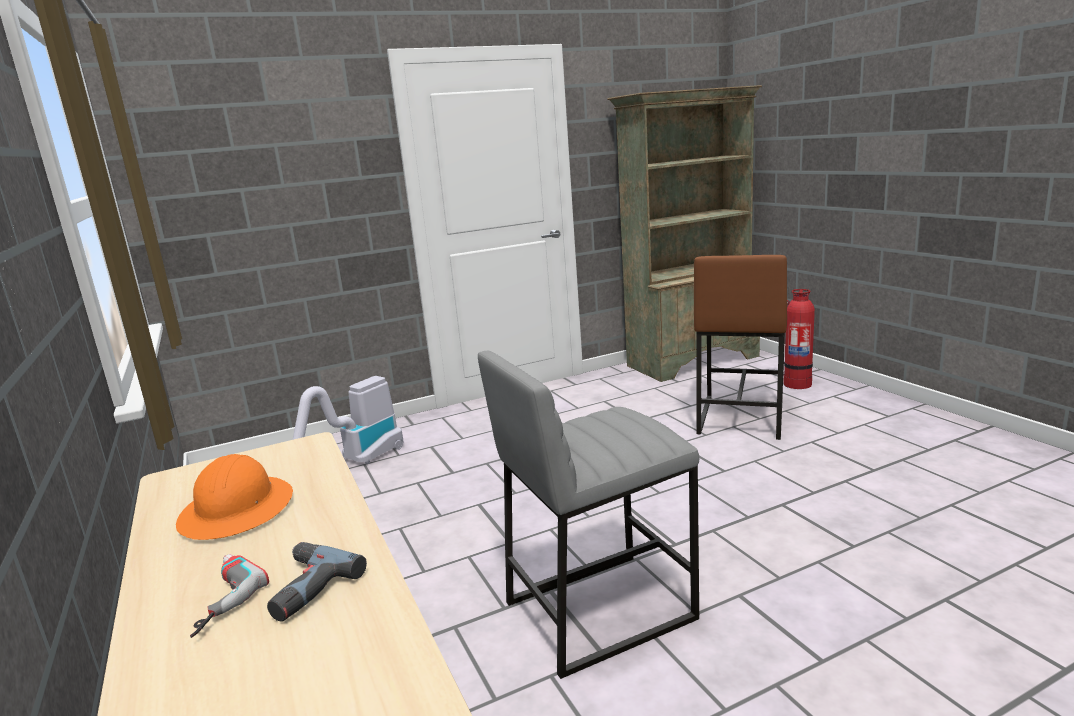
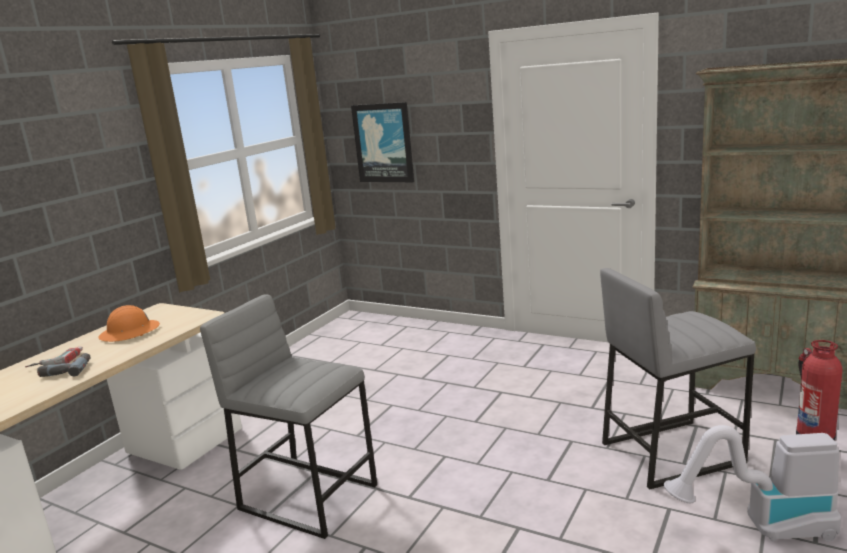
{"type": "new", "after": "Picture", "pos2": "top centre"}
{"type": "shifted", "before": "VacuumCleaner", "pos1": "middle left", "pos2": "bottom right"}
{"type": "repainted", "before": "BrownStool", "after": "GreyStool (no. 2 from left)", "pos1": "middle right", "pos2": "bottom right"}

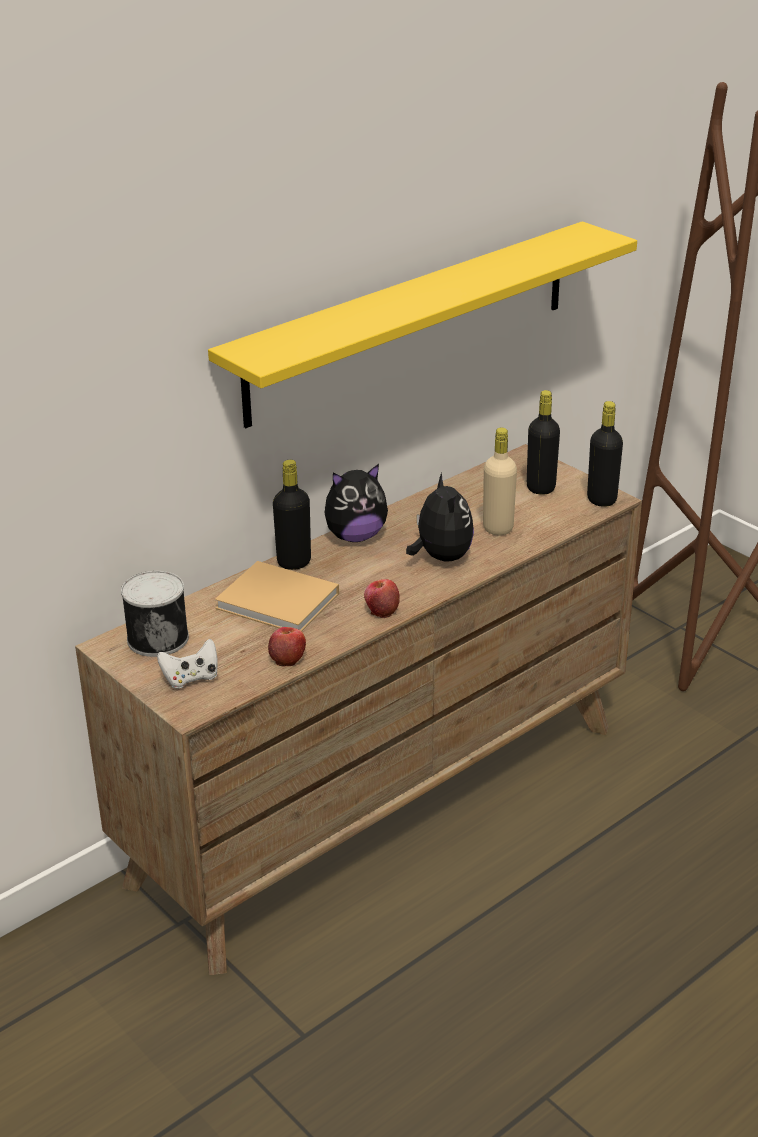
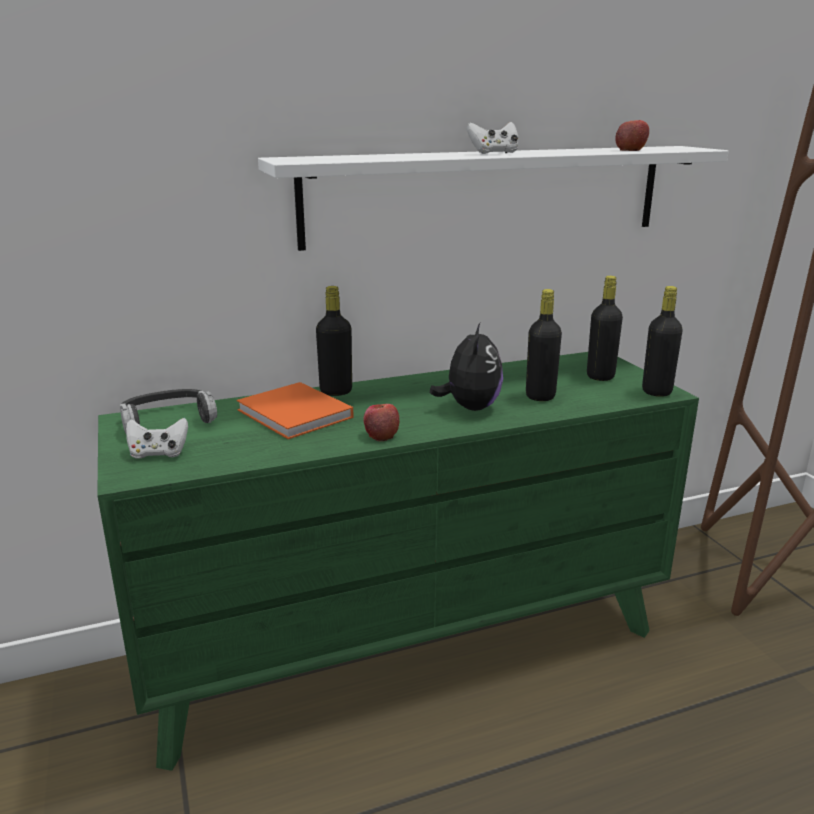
{"type": "gone", "before": "PlushToy (no. 1 from left)", "pos1": "centre"}
{"type": "new", "after": "WhiteGameController (no. 2 from left)", "pos2": "top centre"}
{"type": "shifted", "before": "Apple (no. 1 from left in the first image)", "after": "Apple (no. 2 from left)", "pos1": "centre", "pos2": "top right"}
{"type": "swapped", "before": "Can", "after": "Headphones", "pos1": "middle left", "pos2": "middle left"}
{"type": "repainted", "before": "BrownDresser", "after": "GreenDresser", "pos1": "centre", "pos2": "bottom centre"}
{"type": "repainted", "before": "YellowShelf", "after": "WhiteShelf", "pos1": "top centre", "pos2": "top centre"}
{"type": "repainted", "before": "BeigeBook", "after": "OrangeBook", "pos1": "centre", "pos2": "centre"}
{"type": "repainted", "before": "BeigeBottle", "after": "BlackBottle (no. 2 from left)", "pos1": "centre", "pos2": "middle right"}

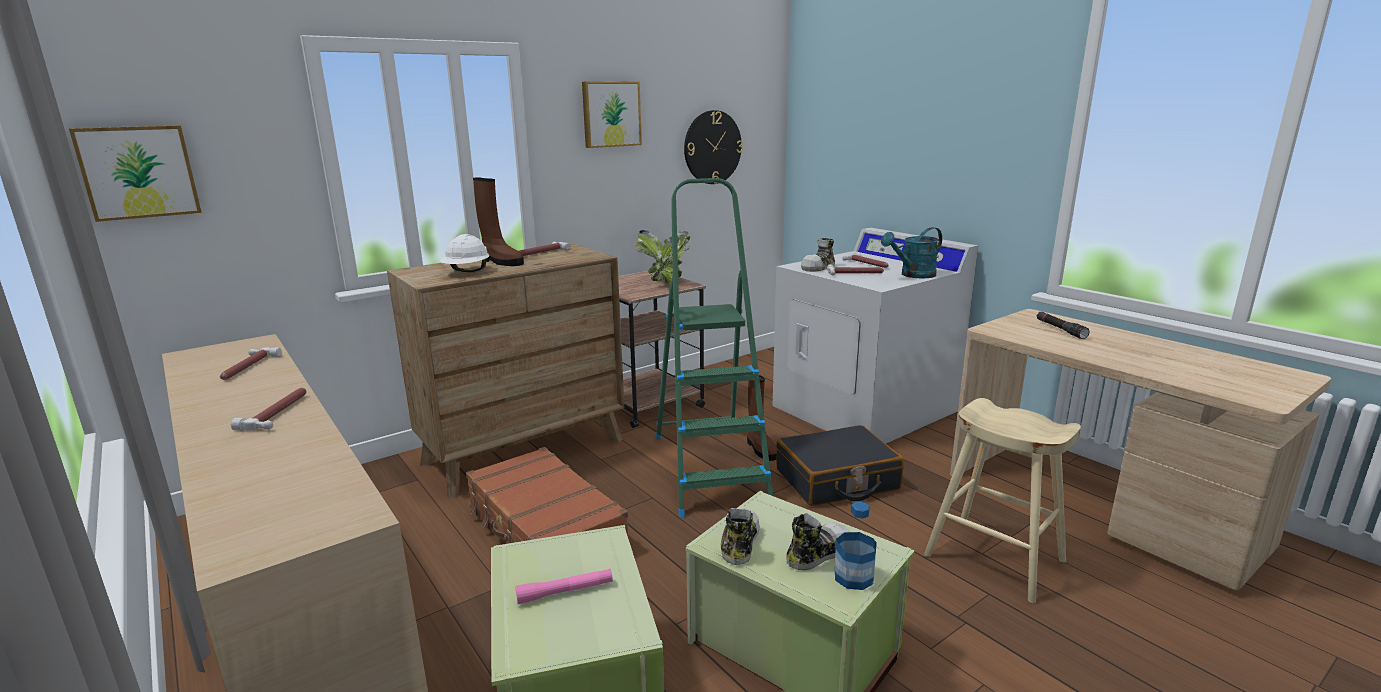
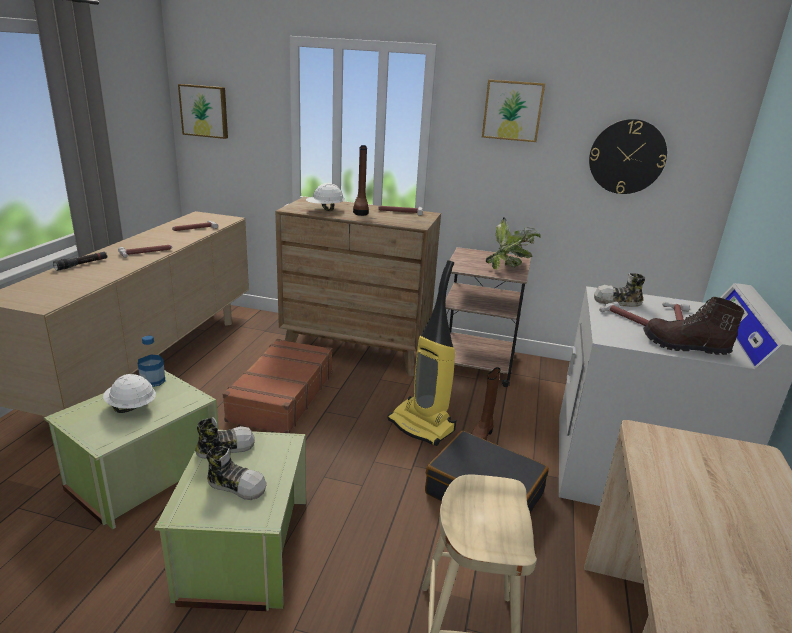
{"type": "shifted", "before": "Bottle", "pos1": "bottom centre", "pos2": "middle left"}
{"type": "shifted", "before": "BlackFlashlight", "pos1": "middle right", "pos2": "middle left"}
{"type": "swapped", "before": "PinkFlashlight", "after": "WhiteHardHat (no. 1 from left)", "pos1": "bottom centre", "pos2": "middle left"}
{"type": "swapped", "before": "GreenStepLadder", "after": "VacuumCleaner", "pos1": "centre", "pos2": "centre"}
{"type": "swapped", "before": "TurquoiseWateringCan", "after": "BrownBoot (no. 3 from left)", "pos1": "centre", "pos2": "middle right"}

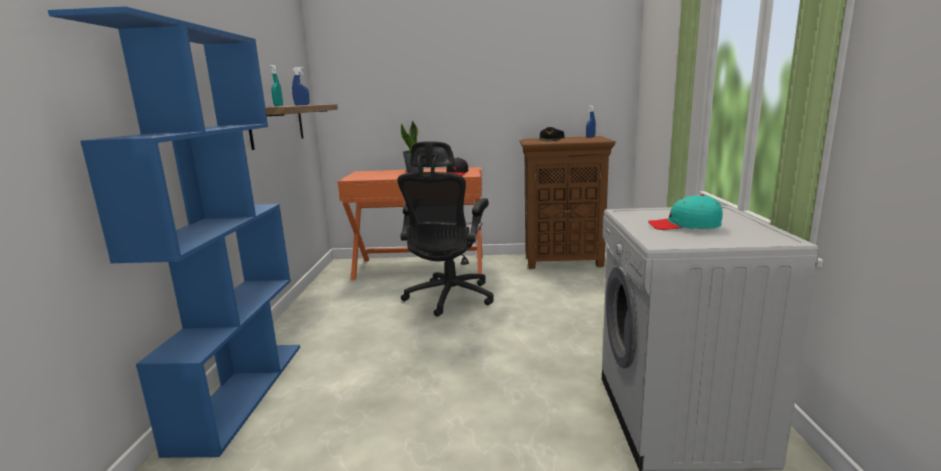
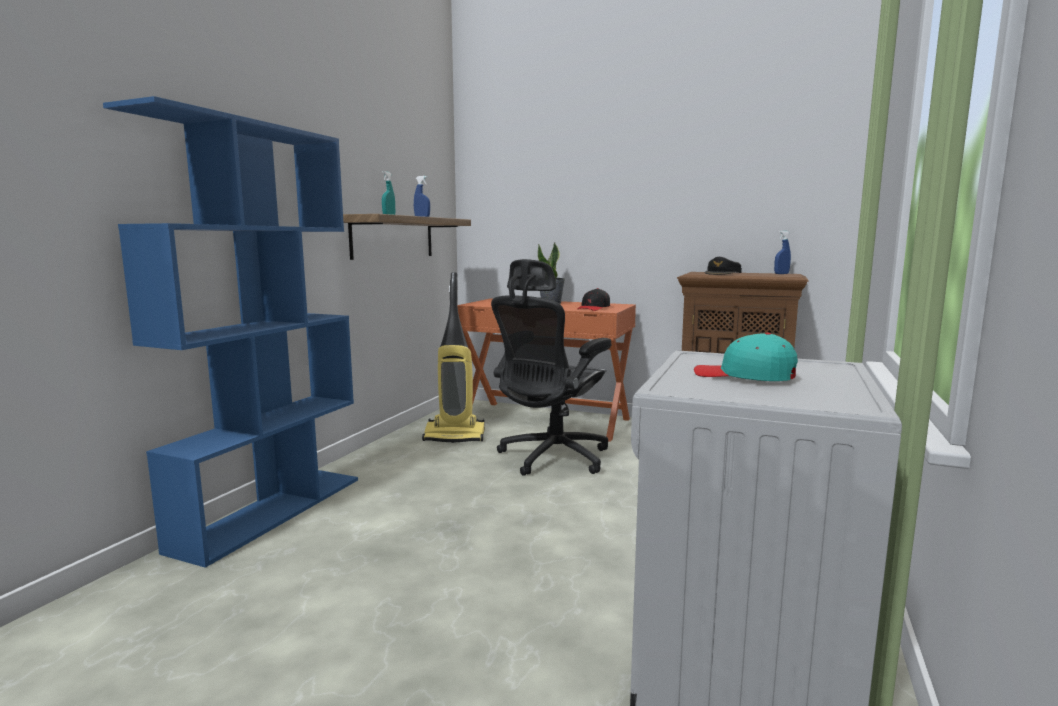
{"type": "new", "after": "VacuumCleaner", "pos2": "centre"}

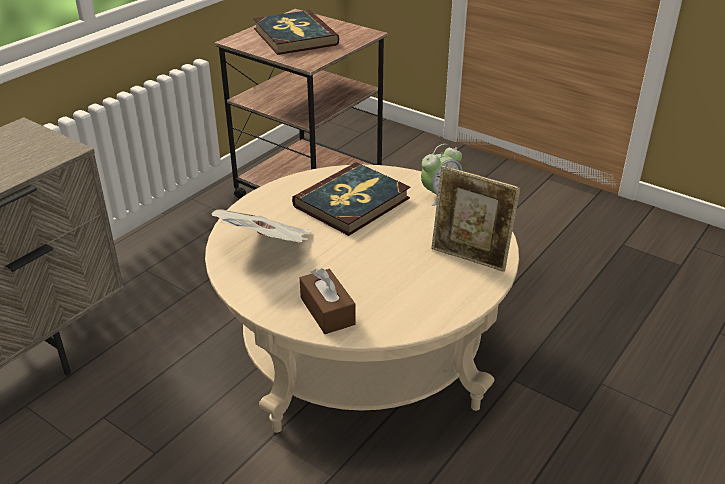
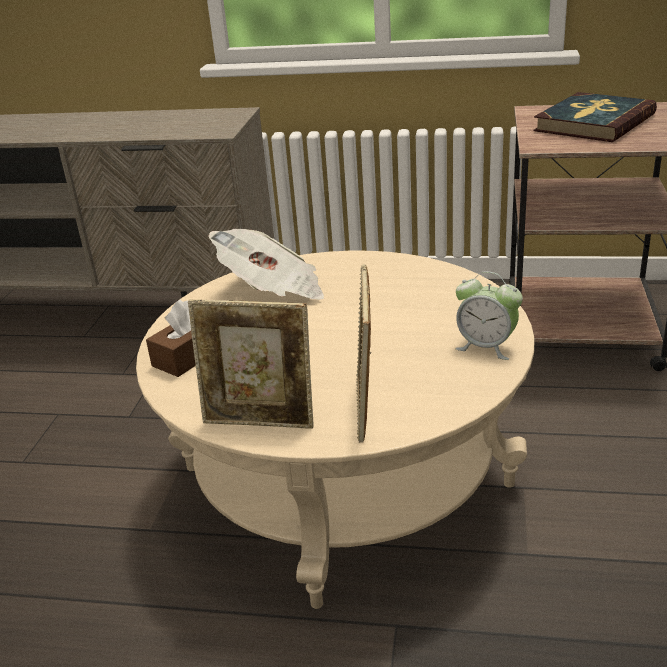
{"type": "gone", "before": "Book (no. 2 from left)", "pos1": "centre"}
{"type": "new", "after": "PictureFrame (no. 1 from left)", "pos2": "centre"}

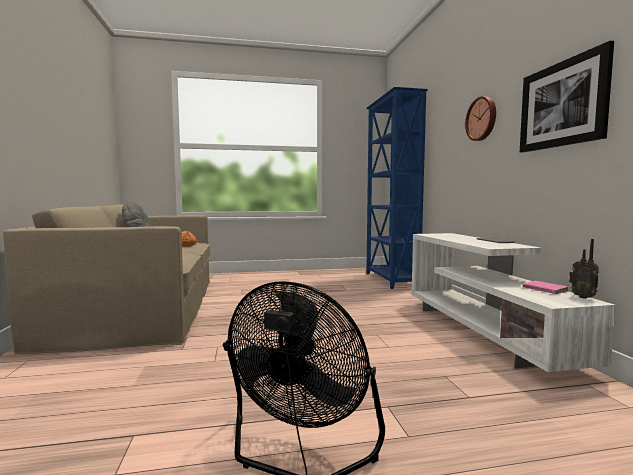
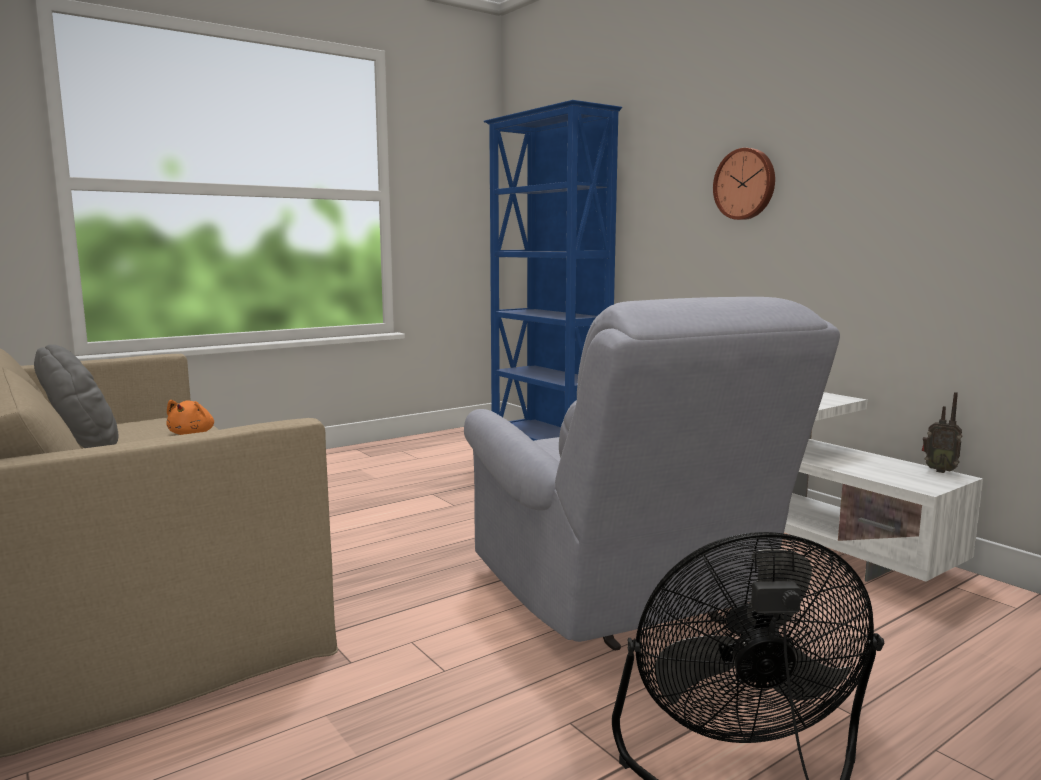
{"type": "gone", "before": "Picture", "pos1": "top right"}
{"type": "gone", "before": "PinkBook", "pos1": "middle right"}
{"type": "new", "after": "GreyArmchair", "pos2": "centre"}

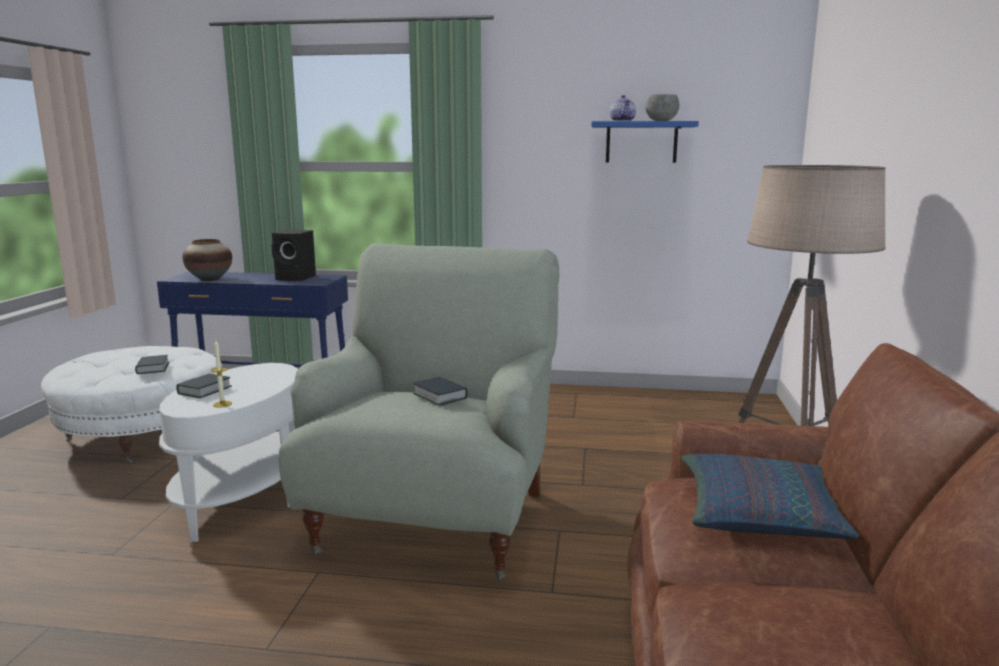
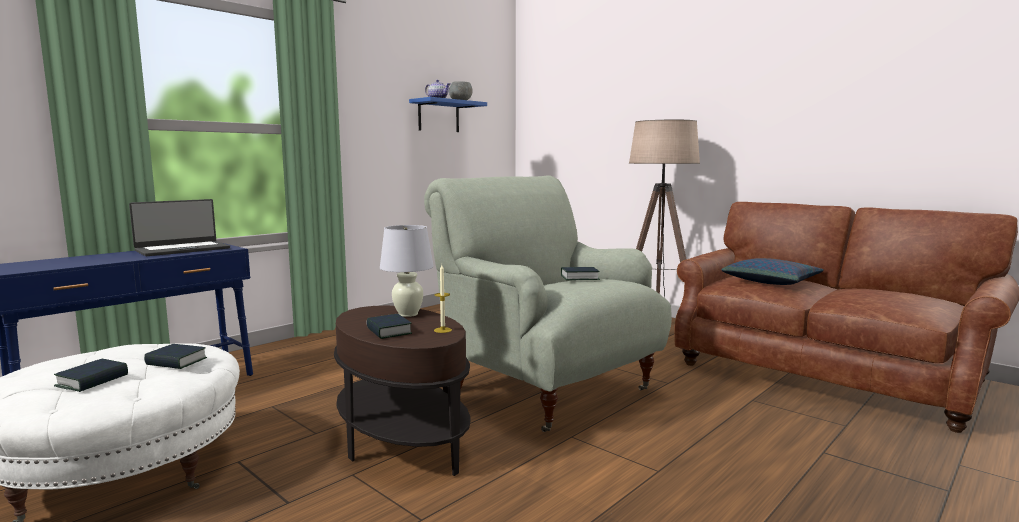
{"type": "gone", "before": "Vase", "pos1": "middle left"}
{"type": "new", "after": "Book (no. 1 from left)", "pos2": "bottom left"}
{"type": "new", "after": "WhiteTableLamp", "pos2": "centre"}
{"type": "swapped", "before": "BlackSpeaker", "after": "Laptop", "pos1": "middle left", "pos2": "middle left"}
{"type": "repainted", "before": "WhiteSideTable", "after": "BrownSideTable", "pos1": "bottom left", "pos2": "bottom centre"}

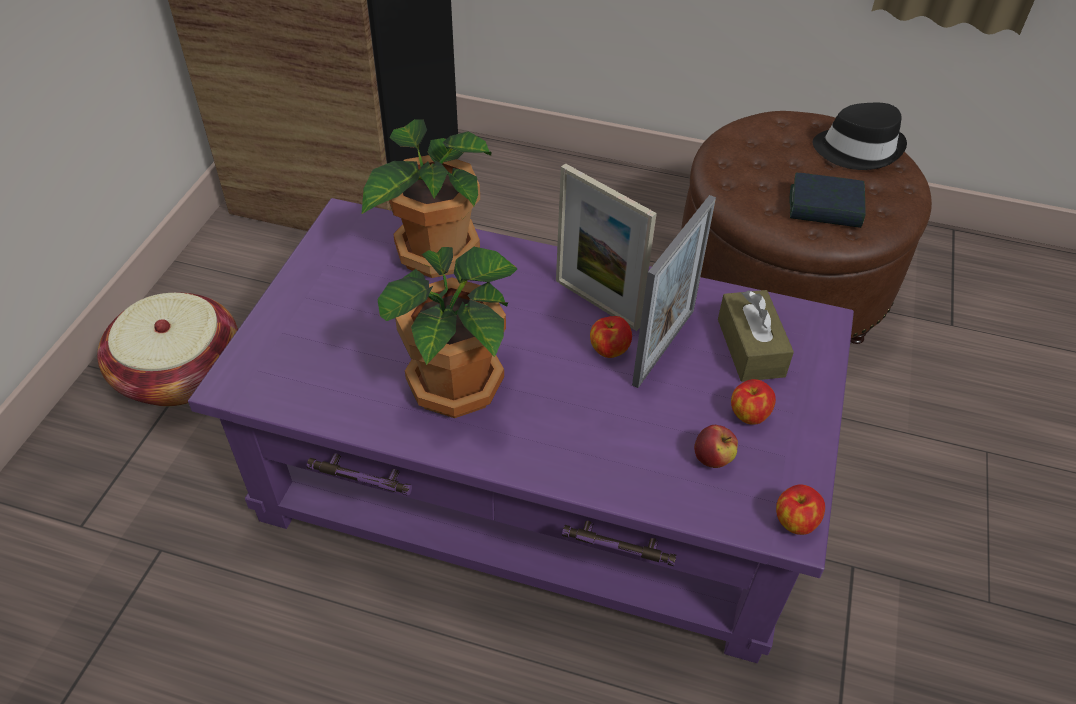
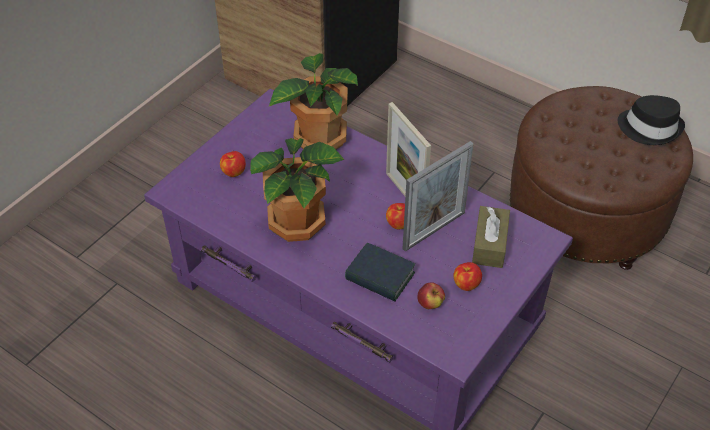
{"type": "gone", "before": "Basket", "pos1": "middle left"}
{"type": "shifted", "before": "Apple (no. 4 from left in the first image)", "after": "Apple (no. 1 from left)", "pos1": "bottom right", "pos2": "middle left"}
{"type": "shifted", "before": "Book", "pos1": "top right", "pos2": "centre"}

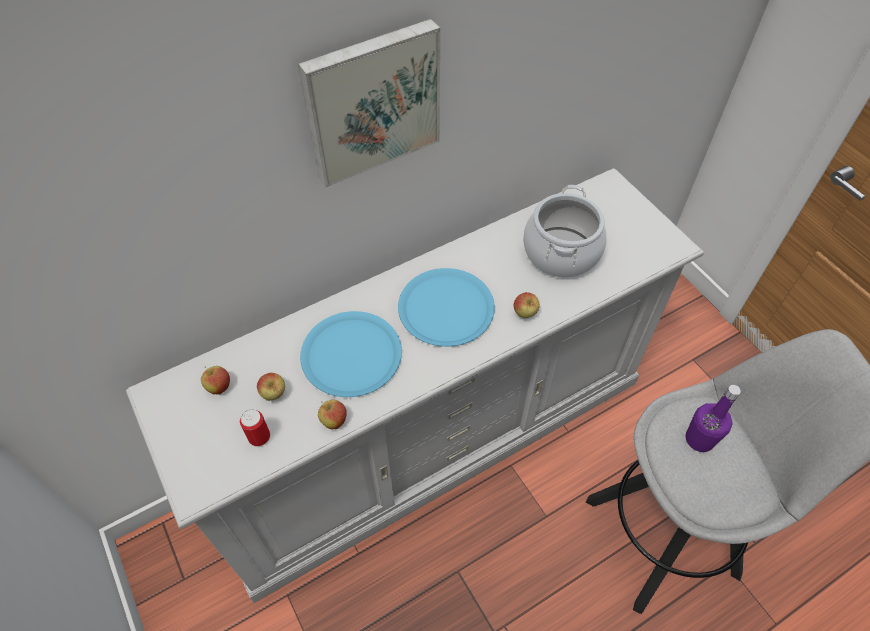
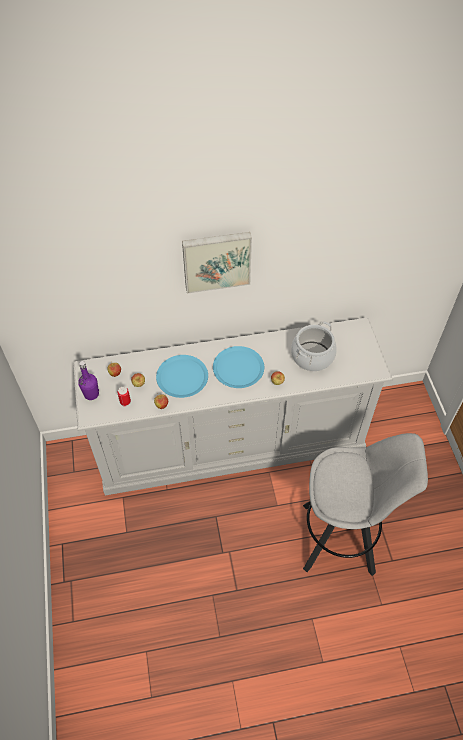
{"type": "shifted", "before": "PurpleBottle", "pos1": "middle right", "pos2": "middle left"}

